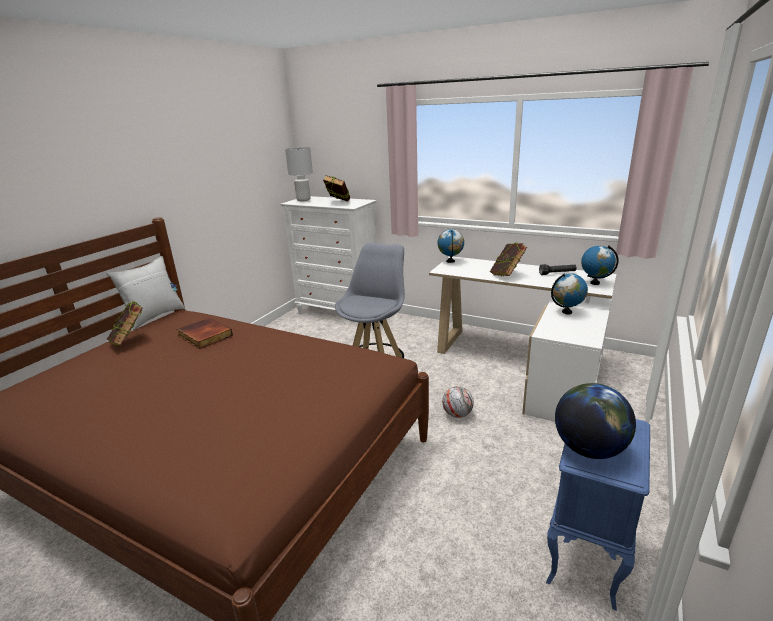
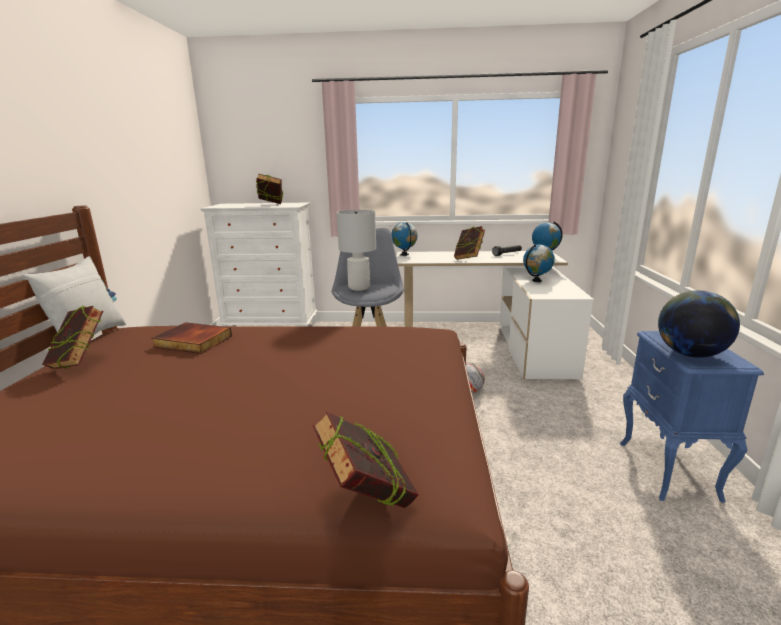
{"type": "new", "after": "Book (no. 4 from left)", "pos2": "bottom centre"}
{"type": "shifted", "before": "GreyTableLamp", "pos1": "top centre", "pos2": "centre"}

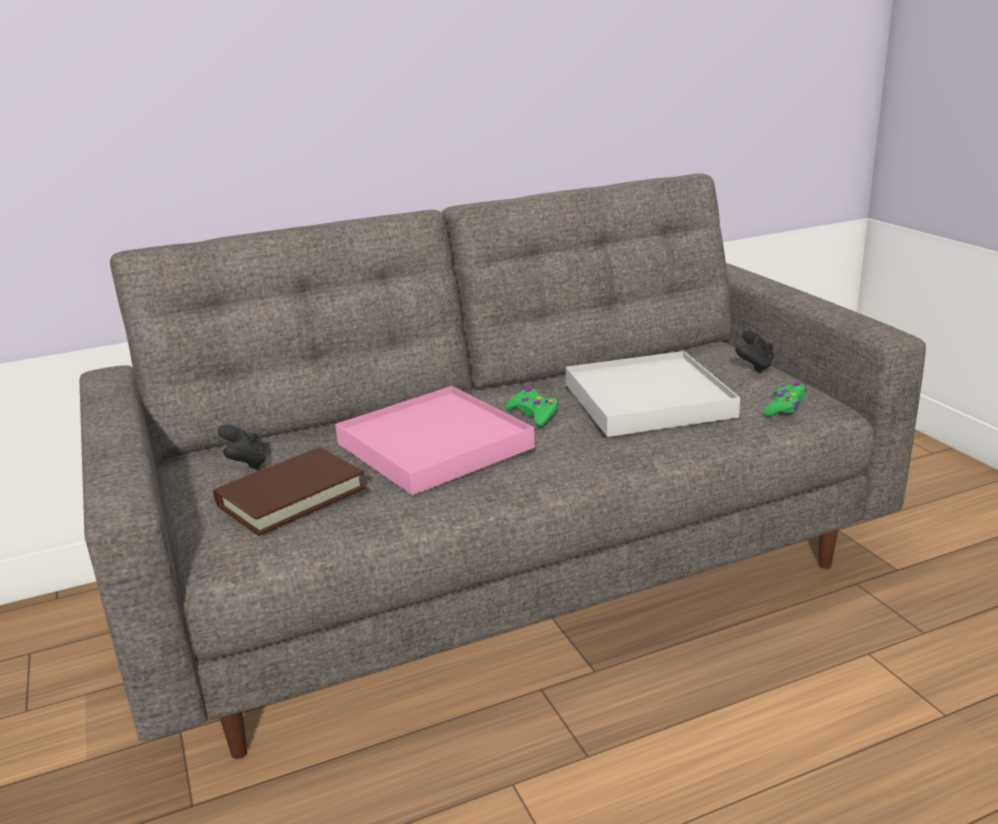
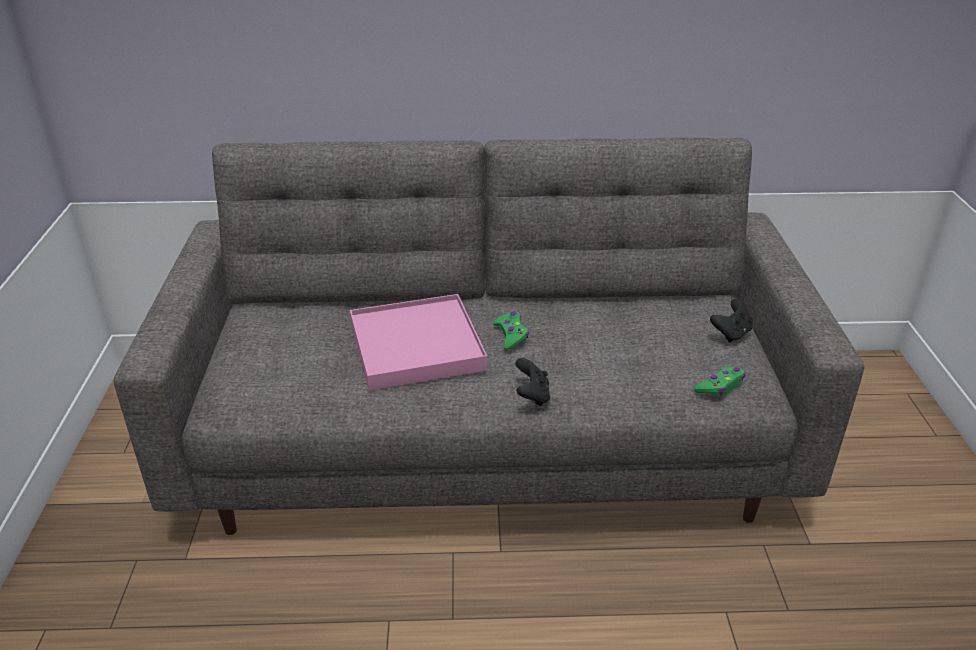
{"type": "gone", "before": "BrownBook", "pos1": "middle left"}
{"type": "gone", "before": "WhiteTray", "pos1": "centre"}
{"type": "shifted", "before": "BlackGameController (no. 1 from left)", "pos1": "middle left", "pos2": "centre"}

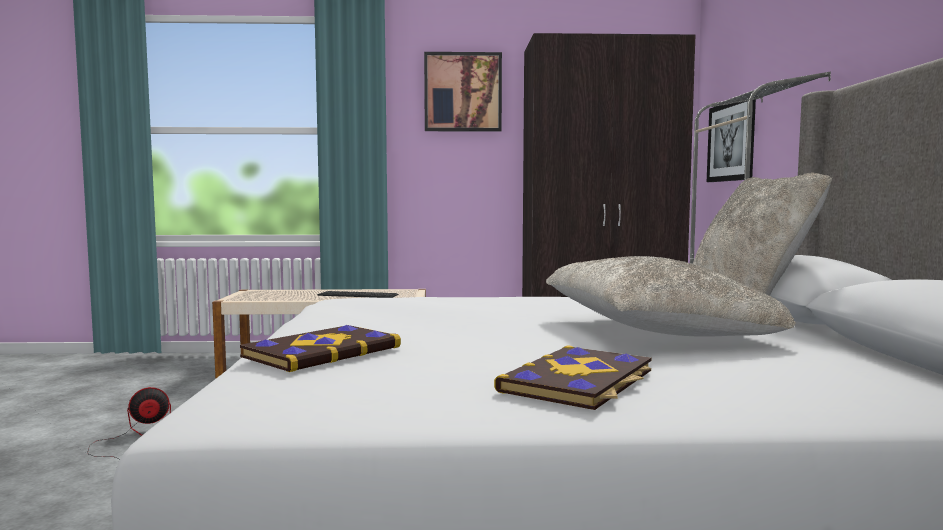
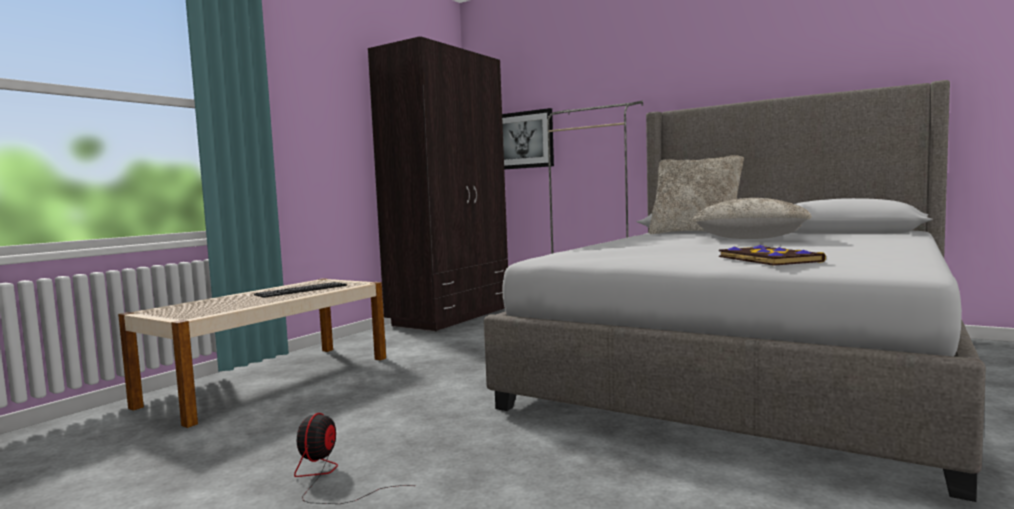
{"type": "gone", "before": "Picture (no. 1 from left)", "pos1": "top centre"}
{"type": "gone", "before": "Book (no. 2 from left)", "pos1": "bottom centre"}

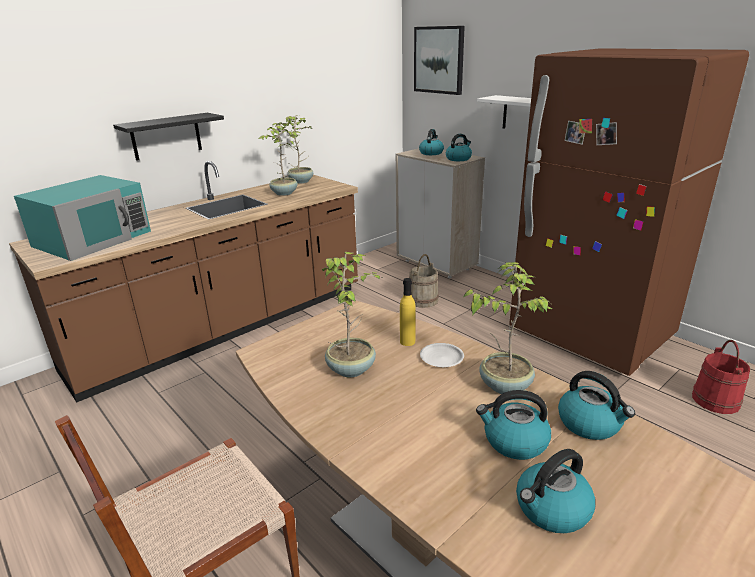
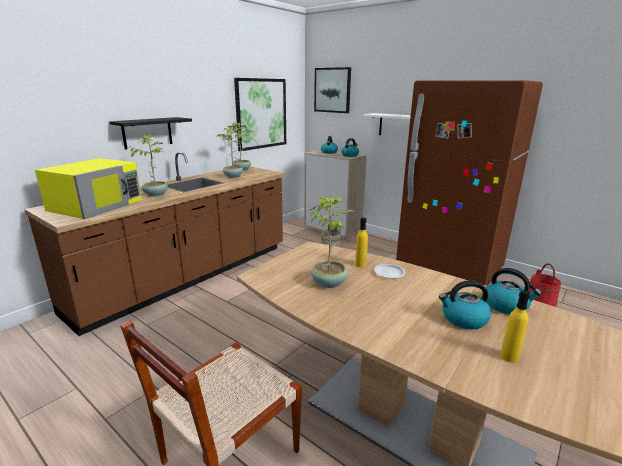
{"type": "new", "after": "Picture (no. 1 from left)", "pos2": "top centre"}
{"type": "shifted", "before": "PottedPlant (no. 4 from left in the first image)", "after": "PottedPlant (no. 1 from left)", "pos1": "middle right", "pos2": "middle left"}
{"type": "swapped", "before": "Kettle (no. 4 from left)", "after": "YellowBottle (no. 2 from left)", "pos1": "bottom right", "pos2": "bottom right"}
{"type": "repainted", "before": "TurquoiseMicrowave", "after": "YellowMicrowave", "pos1": "middle left", "pos2": "middle left"}

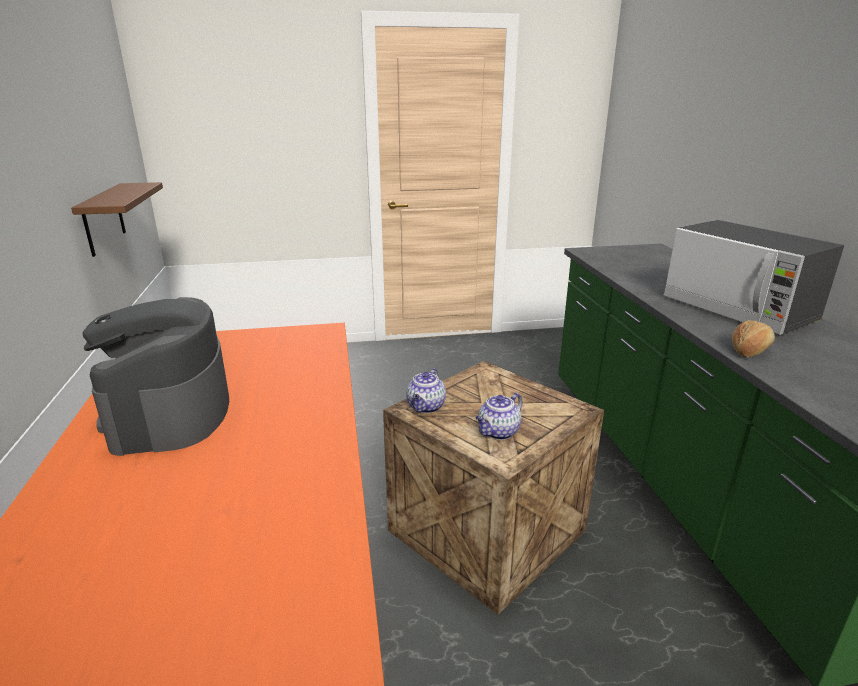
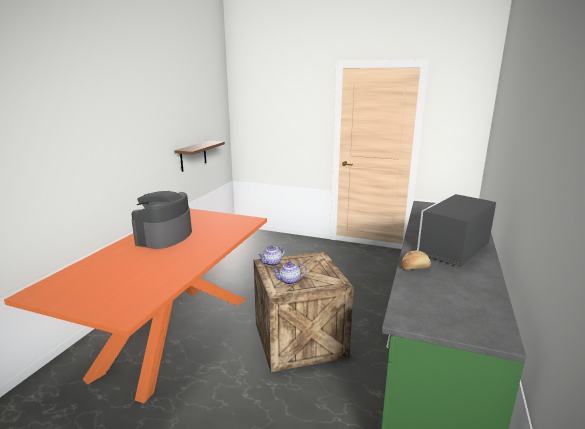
{"type": "rotated", "before": "Microwave", "pos1": "middle right", "pos2": "middle right", "turn": 45}

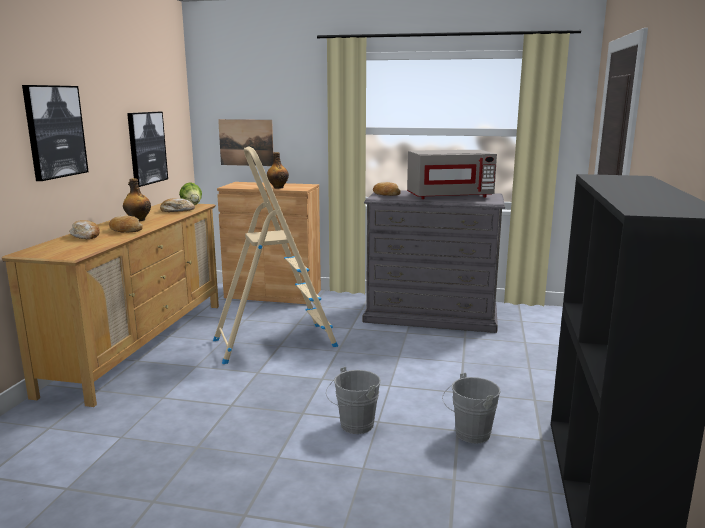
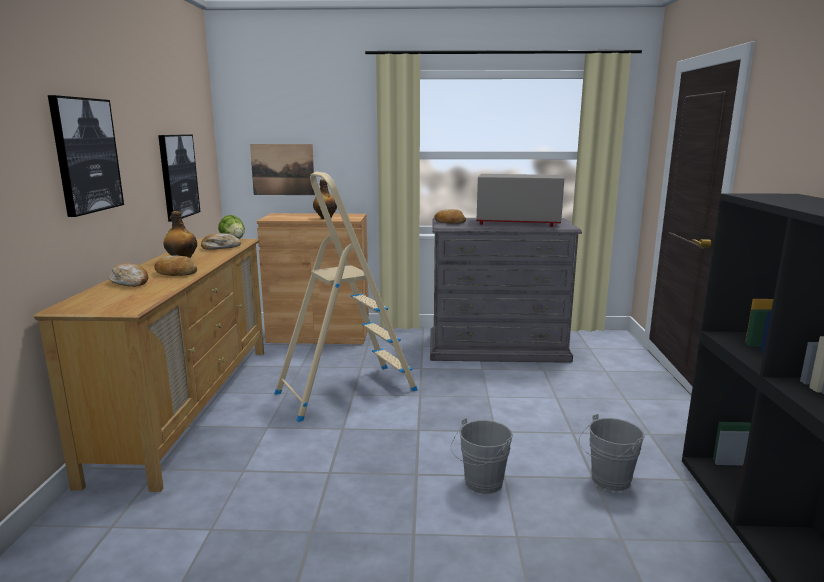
{"type": "rotated", "before": "GreyMicrowave", "pos1": "top centre", "pos2": "centre", "turn": -150}

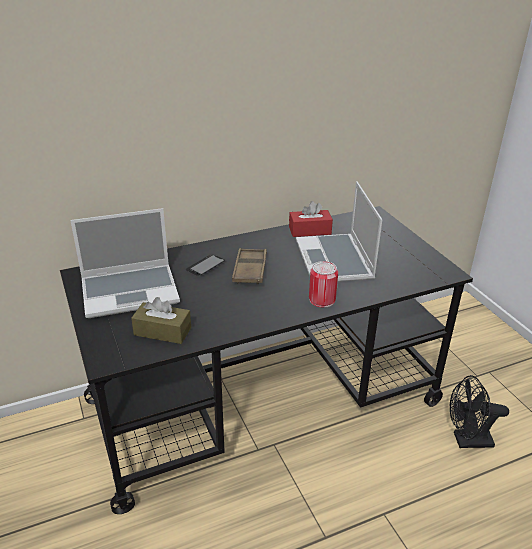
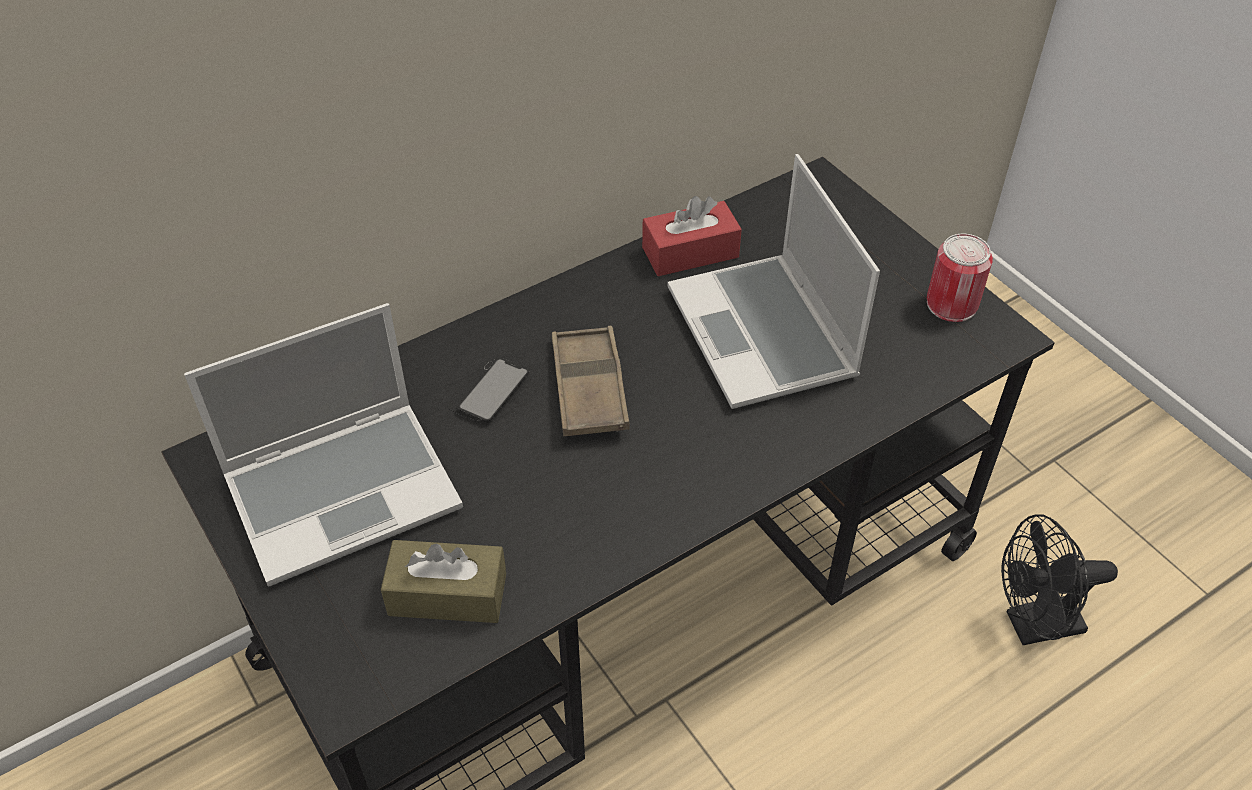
{"type": "shifted", "before": "Can", "pos1": "centre", "pos2": "middle right"}

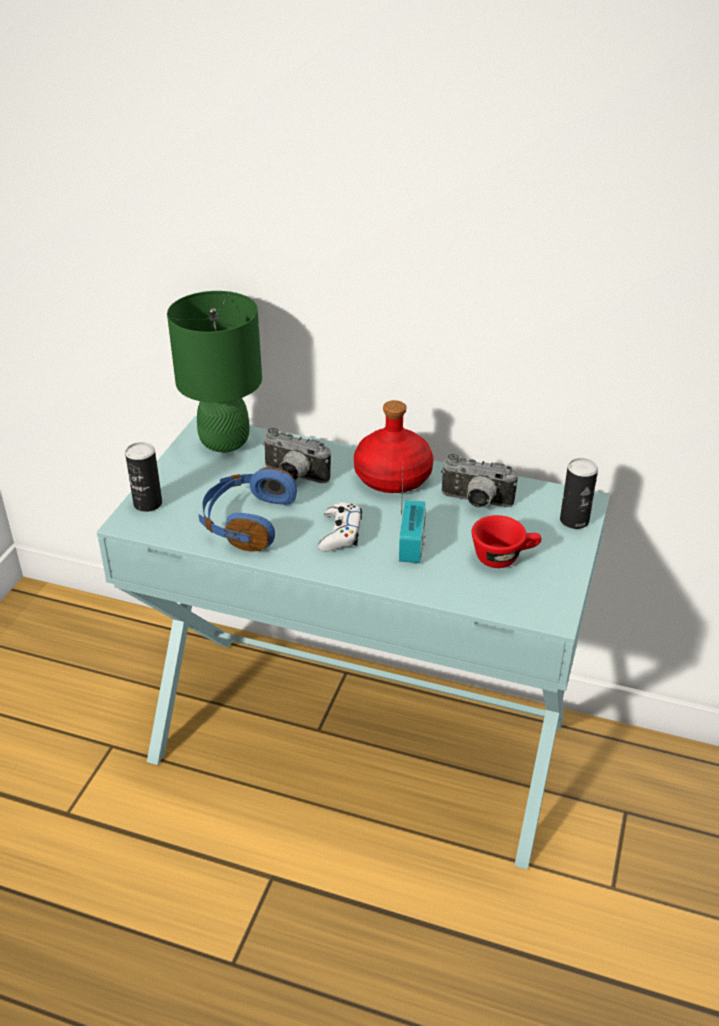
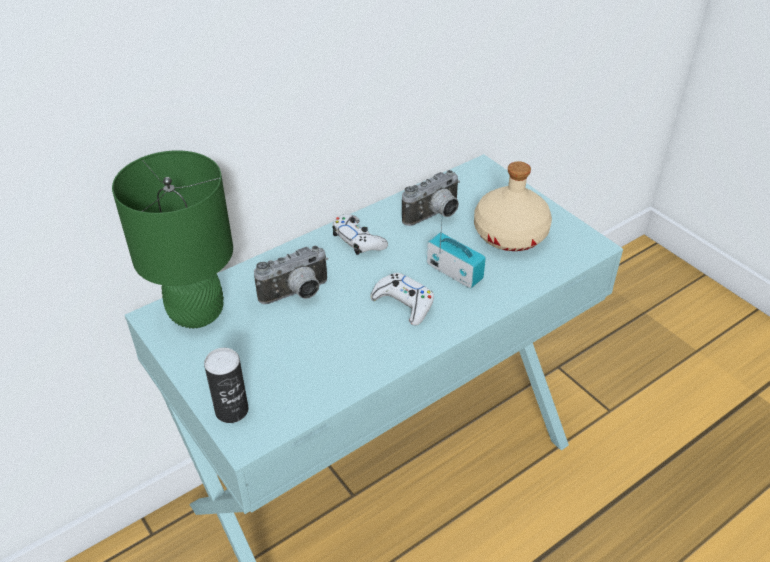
{"type": "gone", "before": "BlueHeadphones", "pos1": "centre"}
{"type": "gone", "before": "Can (no. 2 from left)", "pos1": "middle right"}
{"type": "swapped", "before": "RedBottle", "after": "WhiteGameController (no. 1 from left)", "pos1": "centre", "pos2": "centre"}
{"type": "swapped", "before": "RedCup", "after": "BeigeBottle", "pos1": "middle right", "pos2": "centre"}

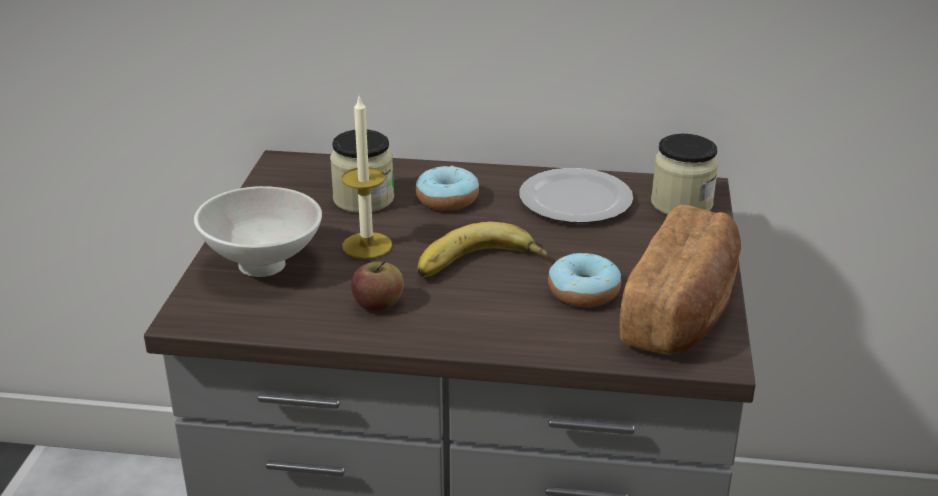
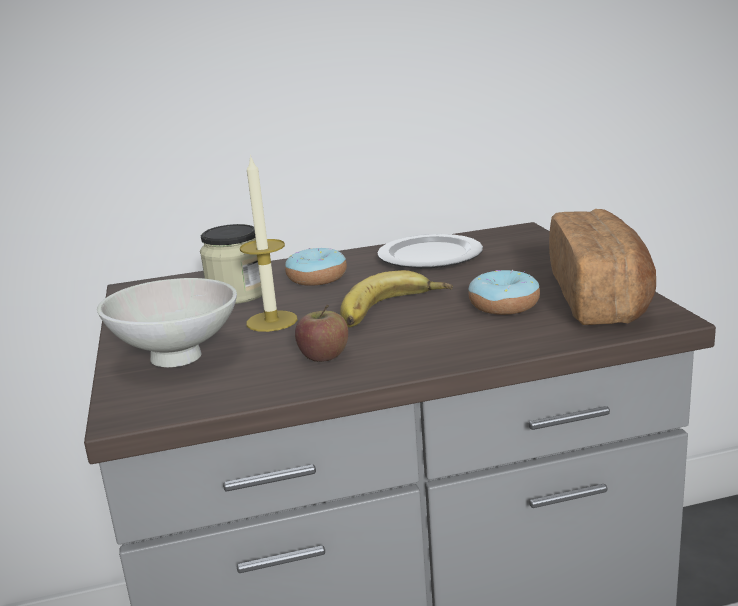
{"type": "gone", "before": "Jar (no. 2 from left)", "pos1": "middle right"}

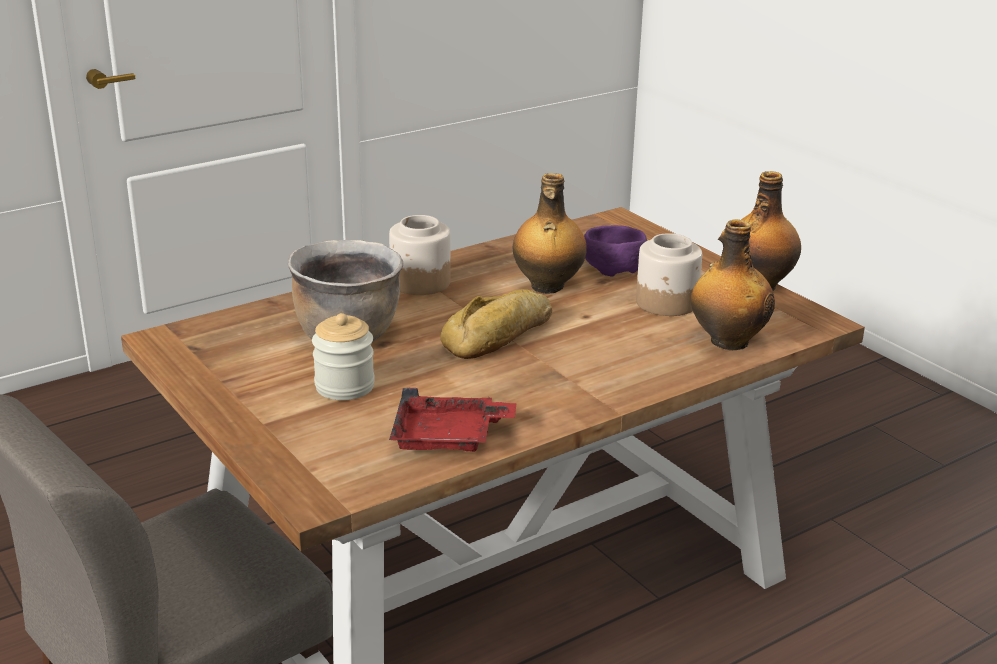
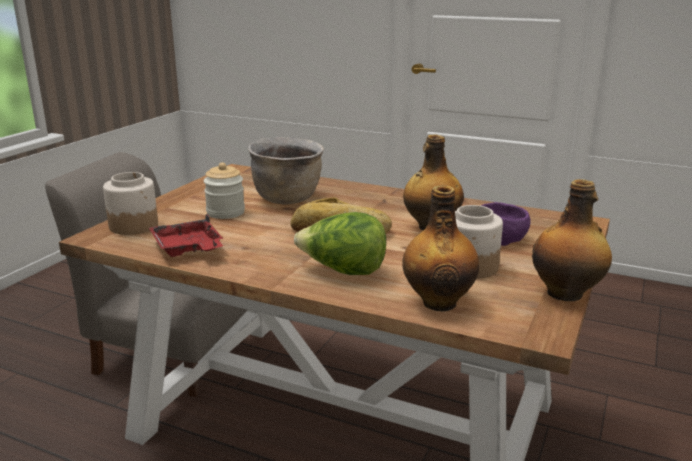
{"type": "new", "after": "Lettuce", "pos2": "centre"}
{"type": "shifted", "before": "Jar (no. 2 from left in the first image)", "after": "Jar (no. 1 from left)", "pos1": "centre", "pos2": "middle left"}

